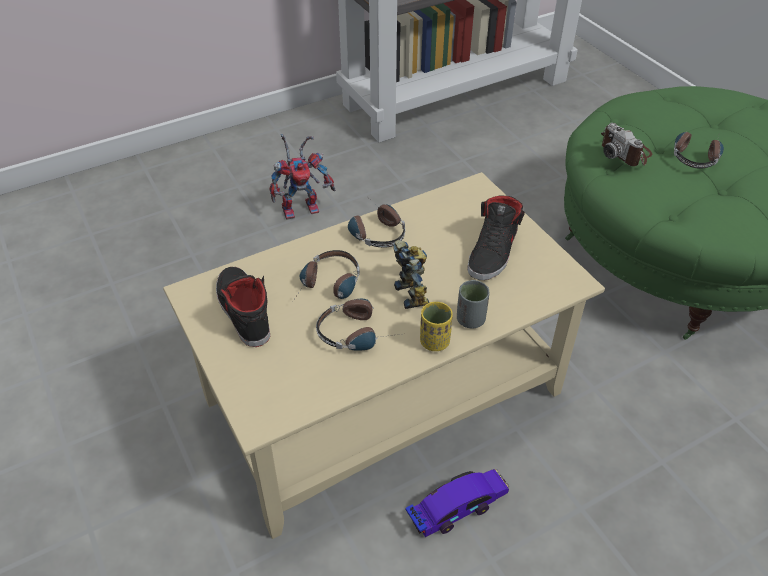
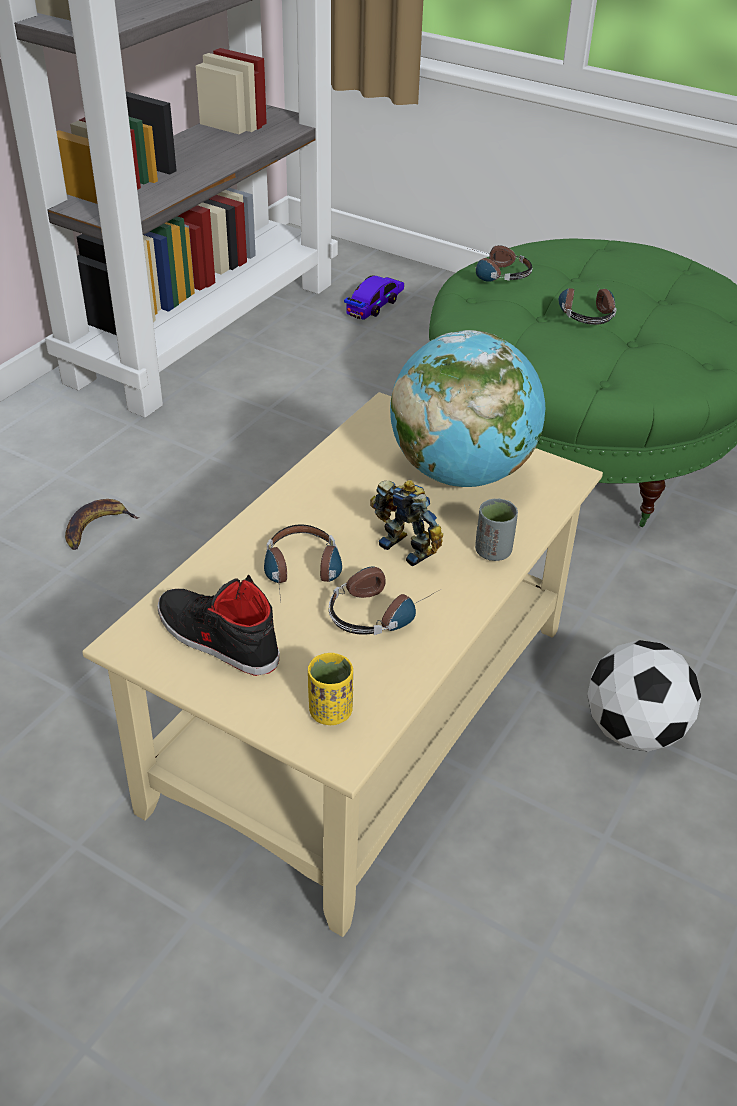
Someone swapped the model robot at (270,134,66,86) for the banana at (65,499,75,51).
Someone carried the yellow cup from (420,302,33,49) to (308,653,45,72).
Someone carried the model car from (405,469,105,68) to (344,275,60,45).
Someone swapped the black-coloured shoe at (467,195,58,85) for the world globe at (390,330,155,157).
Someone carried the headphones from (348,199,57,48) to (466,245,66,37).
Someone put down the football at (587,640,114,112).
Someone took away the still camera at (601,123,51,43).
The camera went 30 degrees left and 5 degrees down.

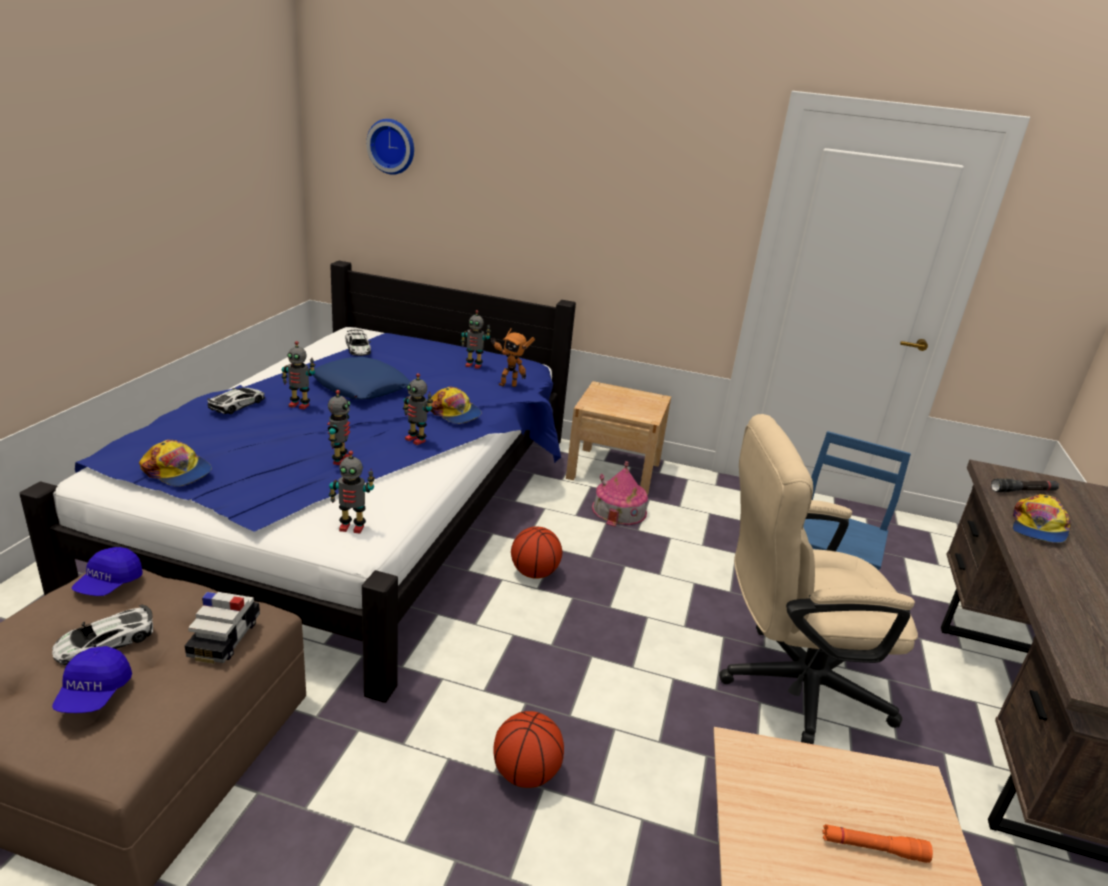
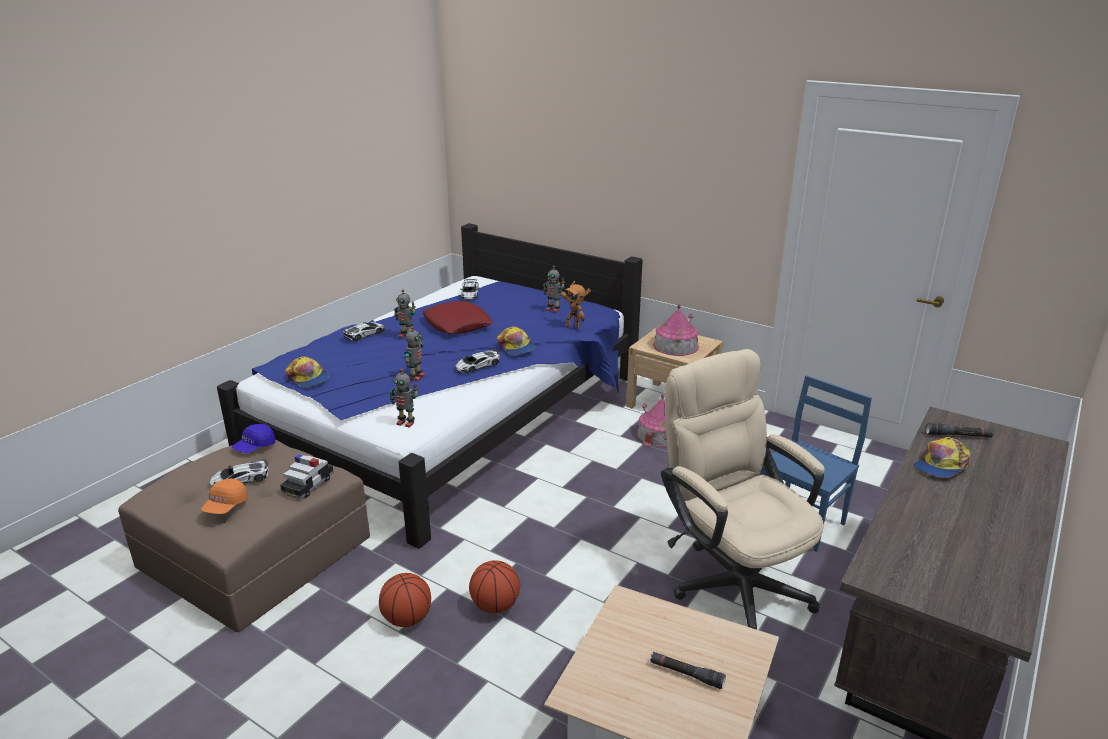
Someone repainted the blue-coloured baseball cap at (52,646,80,67), which became the orange baseball cap at (201,479,47,35).
Someone carried the basketball from (511,526,51,53) to (379,573,52,54).
Someone repainted the blue-coloured pillow at (313,357,97,43), which became the reddish pillow at (423,301,70,33).
Someone swapped the model robot at (403,373,30,72) for the model car at (456,349,44,24).
Someone repainted the orange hand torch at (822,824,111,39), which became the black-coloured hand torch at (650,652,76,37).
Someone put down the model house at (653,304,46,52).
Someone rotated the sand-coloured computer chair at (719,414,199,330) by 45 degrees clockwise.
Someone took away the hanging clock at (366,119,48,56).
The camera went 20 degrees right and 0 degrees up.

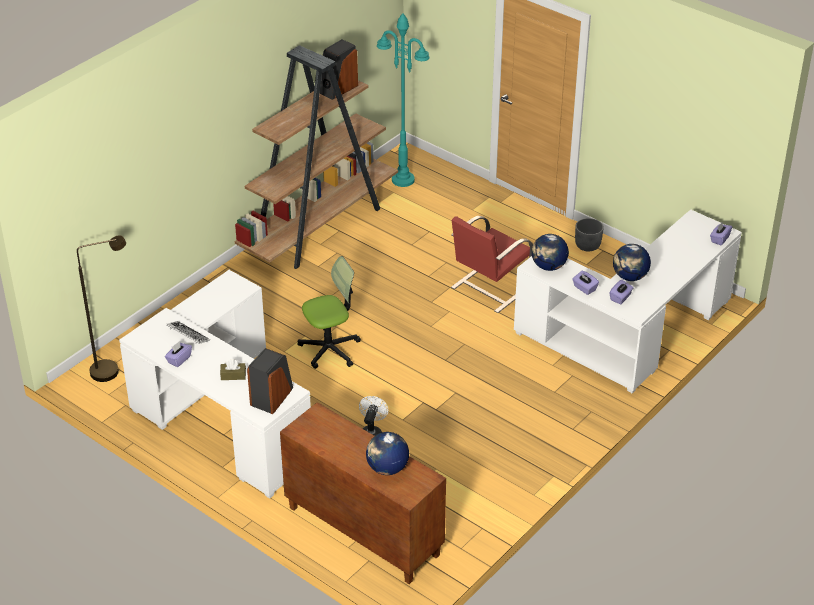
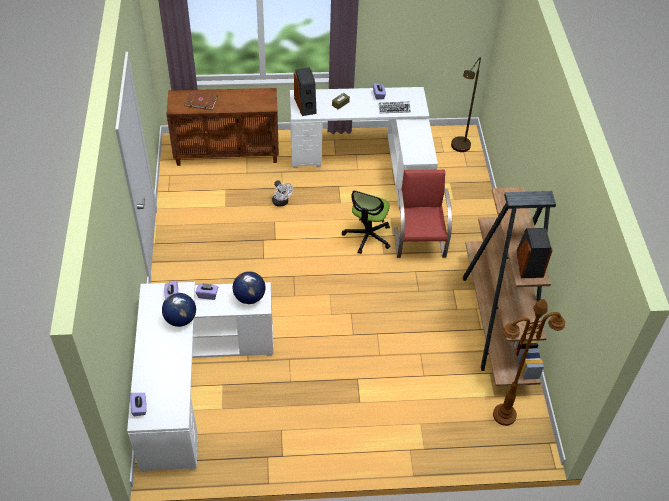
Someone swapped the world globe at (366,432,43,43) for the brownish bound book at (184,91,34,19).
Someone carried the reddish upright chair from (451,216,82,97) to (394,170,58,88).
Someone repainted the turquoise-coloured standing lamp at (377,13,53,174), which became the brownish standing lamp at (493,299,72,127).
Someone took away the greyish plant pot at (575,218,29,33).
The camera went 135 degrees right and 10 degrees up.

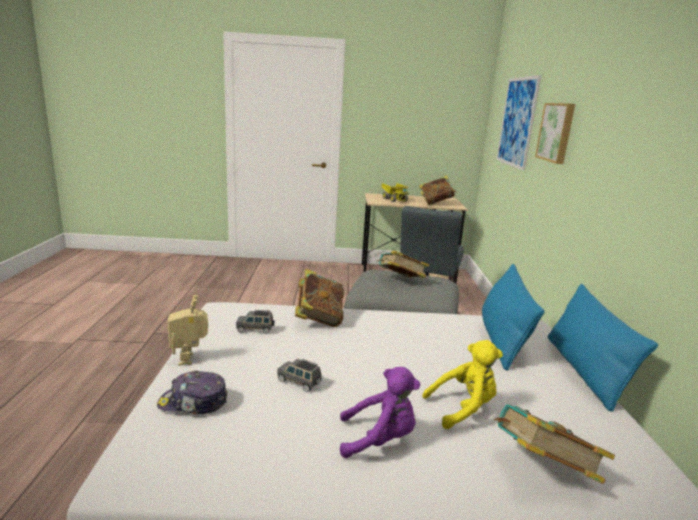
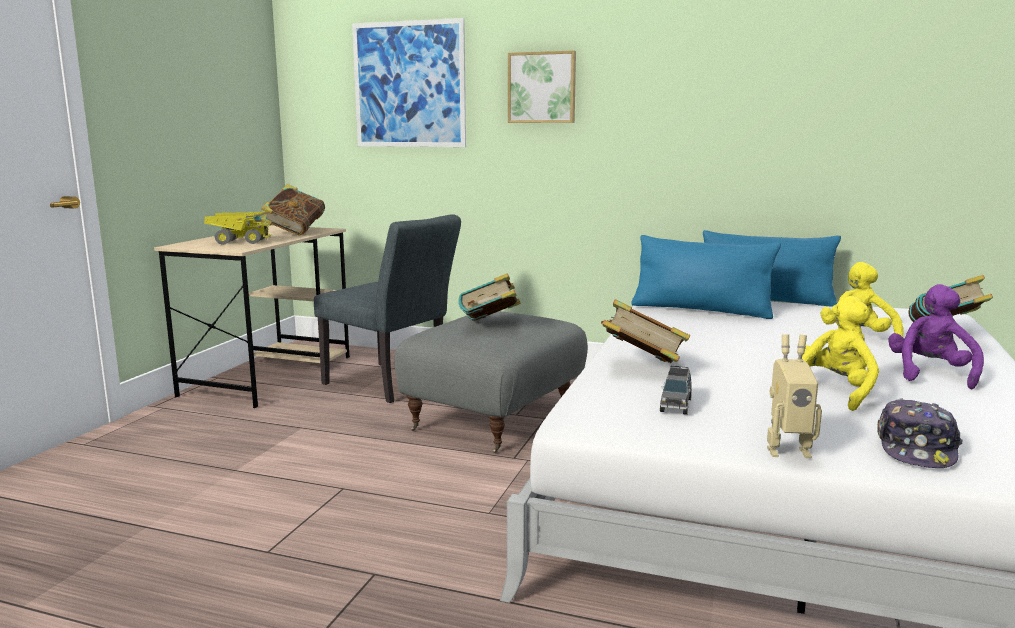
Someone swapped the greyish model car at (277,358,45,34) for the yellow plush toy at (802,296,77,115).
The camera went 70 degrees left and 5 degrees down.

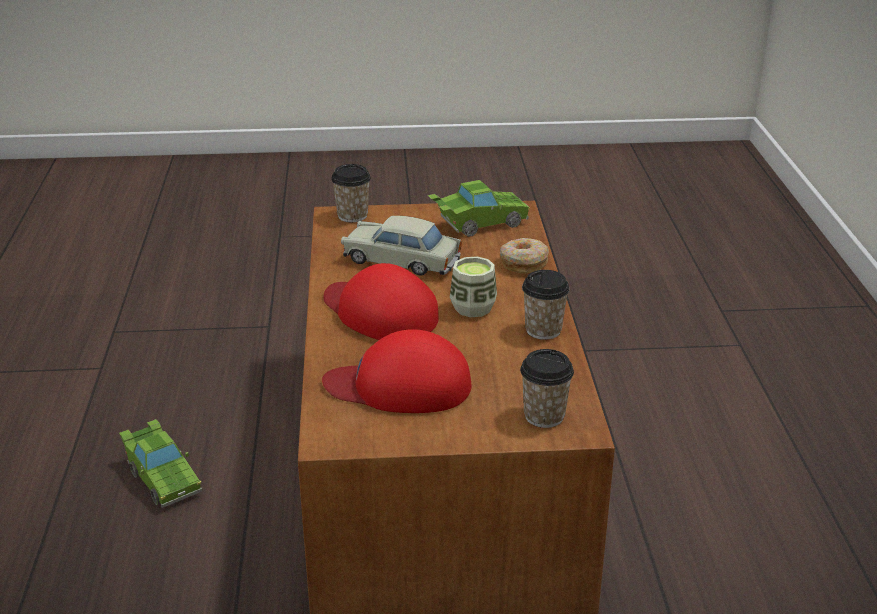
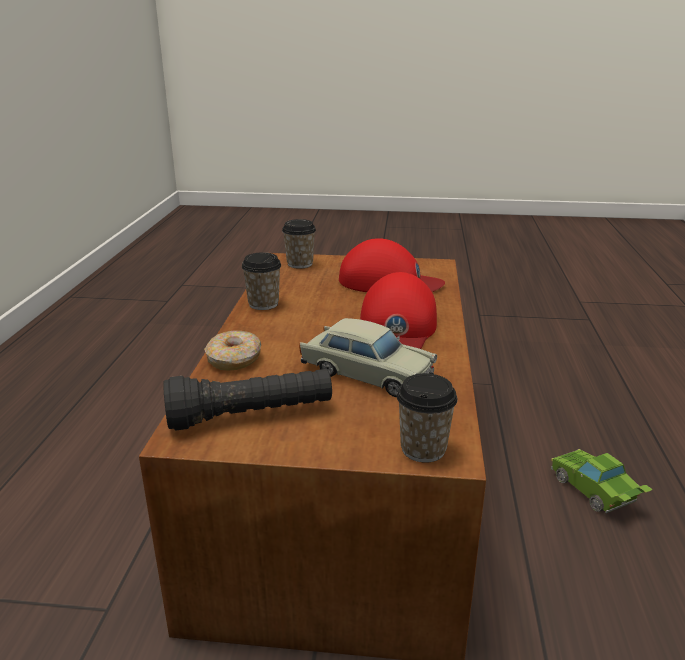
Someone swapped the greenish model car at (428,180,102,57) for the black-coloured hand torch at (163,369,169,61).
Someone rotated the reddish baseball cap at (323,263,116,77) by 45 degrees clockwise.
Someone took away the cup at (450,256,47,61).
The camera went 170 degrees left and 5 degrees down.

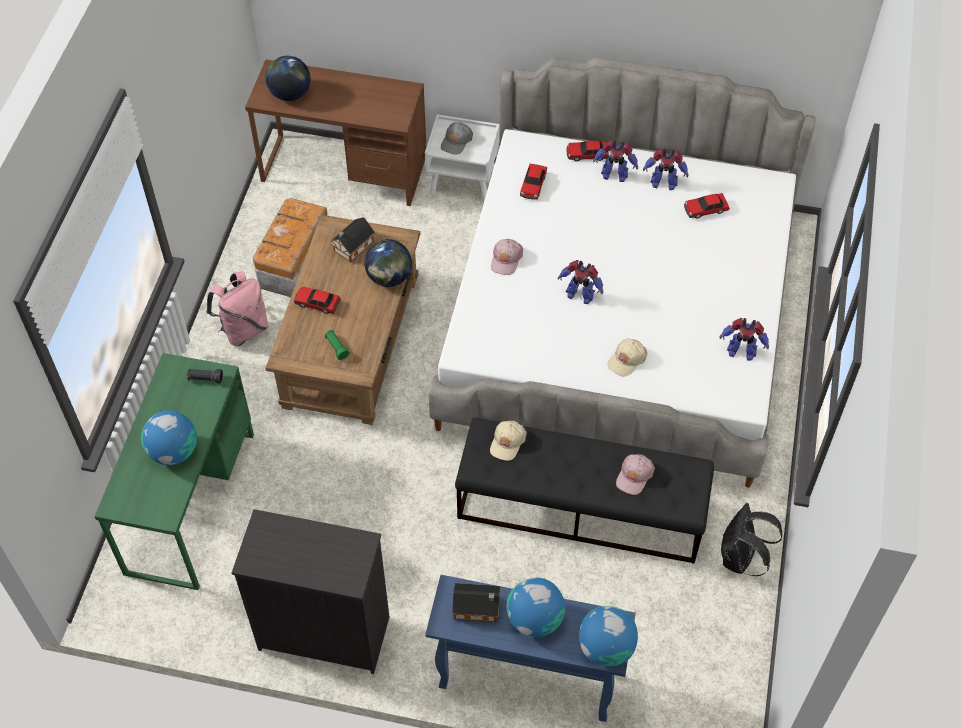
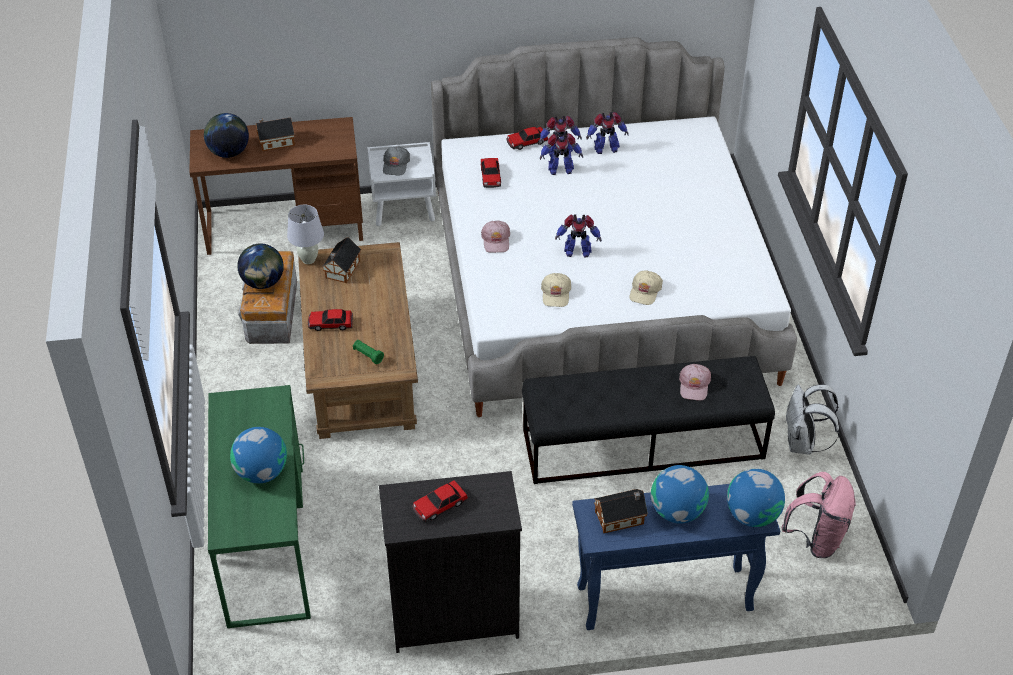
Someone carried the world globe from (364,239,48,48) to (237,243,47,46).
Someone put down the model house at (255,117,40,34).
Someone put down the white-coloured table lamp at (287,205,37,59).
Someone carried the model car from (684,193,45,26) to (412,480,56,42).
Someone carried the model robot from (719,318,50,43) to (540,133,43,42).
Someone carried the sand-coloured baseball cap from (490,421,37,40) to (541,273,30,34).
Someone carried the pink-coloured backpack from (206,271,63,75) to (781,472,75,86).
Someone repainted the black-coloured backpack at (721,503,61,73), which became the white-coloured backpack at (785,384,55,71).
Someone took away the black-coloured hand torch at (187,369,36,14).
The camera went 20 degrees left and 10 degrees down.

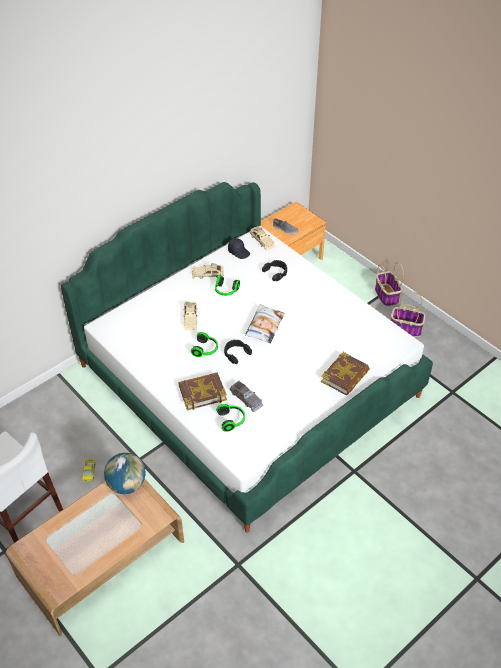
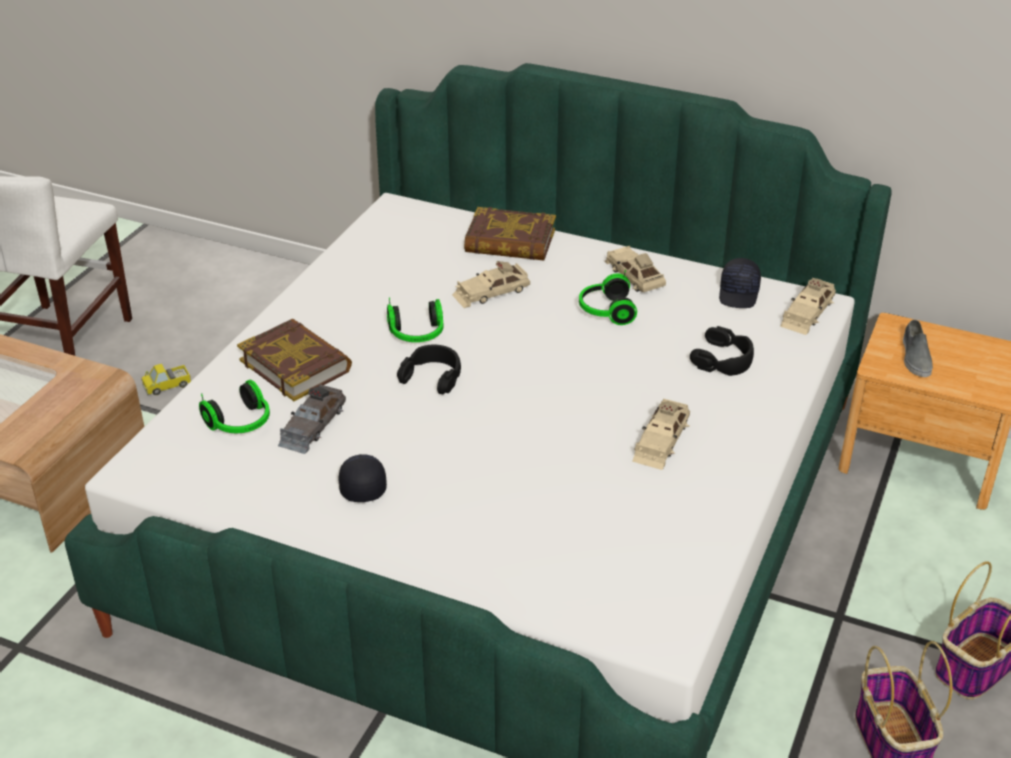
Someone put down the black-coloured baseball cap at (338,454,49,48).
Someone carried the bound book from (321,352,49,43) to (464,207,92,53).
Someone put down the sand-coloured model car at (632,399,58,71).
Someone took away the world globe at (104,453,42,41).
Someone took away the pillow at (245,304,39,40).
The camera went 65 degrees right and 10 degrees down.

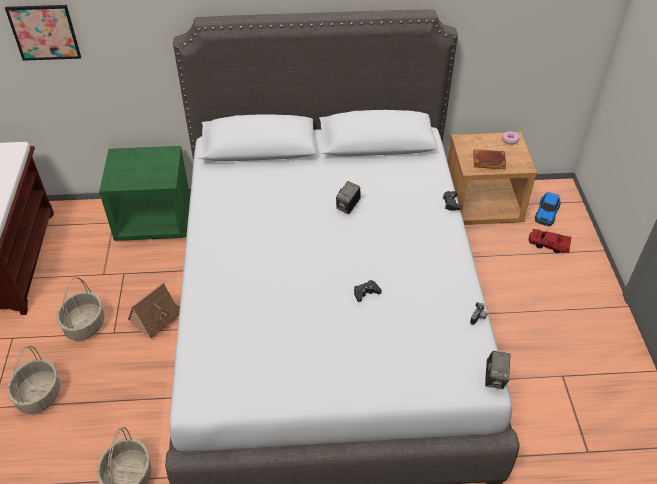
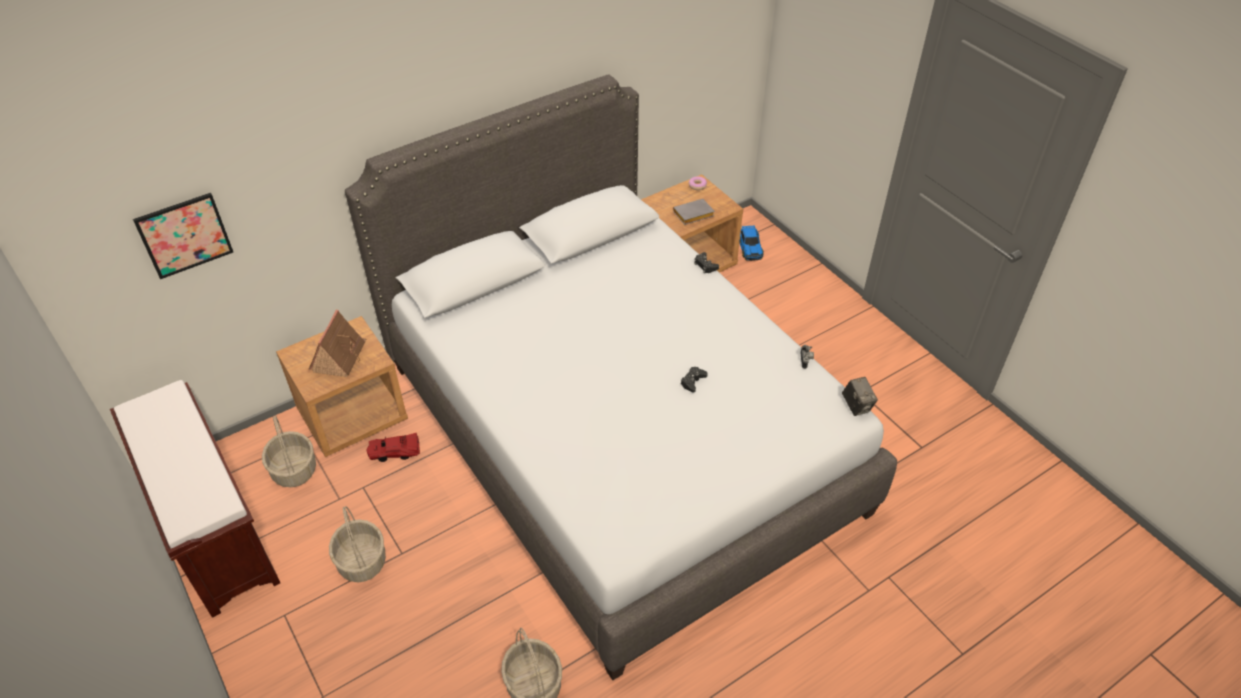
Someone carried the basket from (7,346,53,68) to (262,415,54,72).
Someone repainted the greenish nightstand at (99,146,91,95), which became the brownish nightstand at (276,316,132,141).
Someone carried the model house from (128,282,52,57) to (308,310,58,67).
Someone carried the reddish model car from (529,229,43,24) to (367,433,53,29).
Someone repainted the brownish bound book at (473,149,33,20), which became the greyish bound book at (673,199,42,26).
Someone took away the still camera at (336,181,25,33).
The camera went 30 degrees left and 0 degrees up.

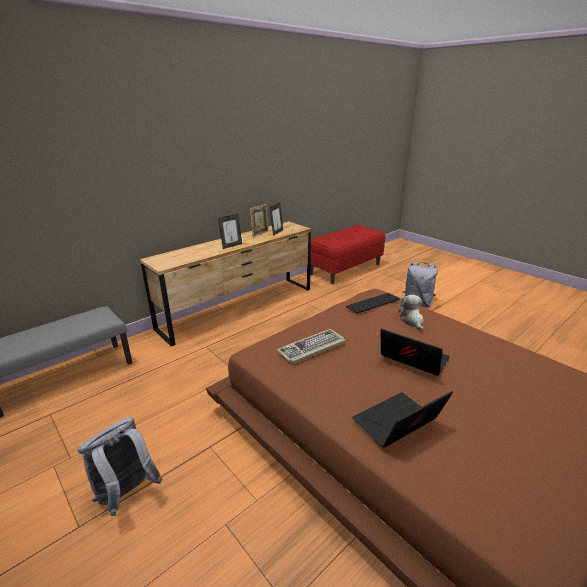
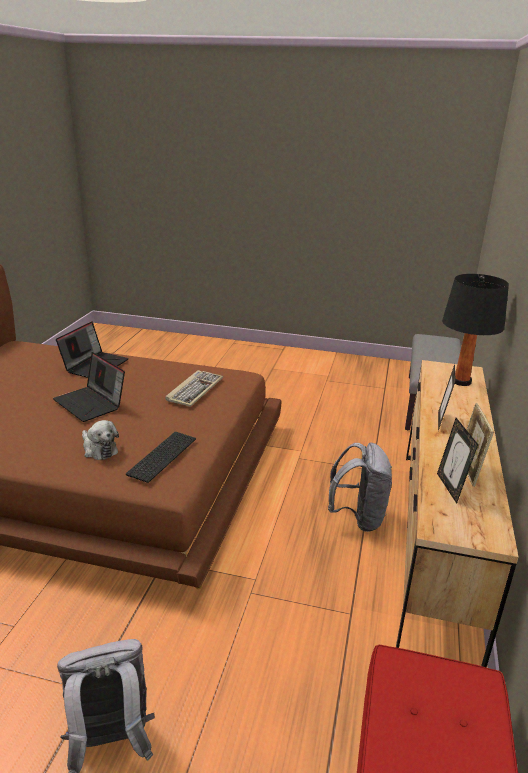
Someone rotated the portable computer at (381,329,69,47) by 45 degrees clockwise.
Someone carried the greyish backpack from (78,417,84,99) to (328,443,64,89).
Someone put down the black-coloured table lamp at (442,274,67,112).
The camera went 145 degrees right and 0 degrees up.

